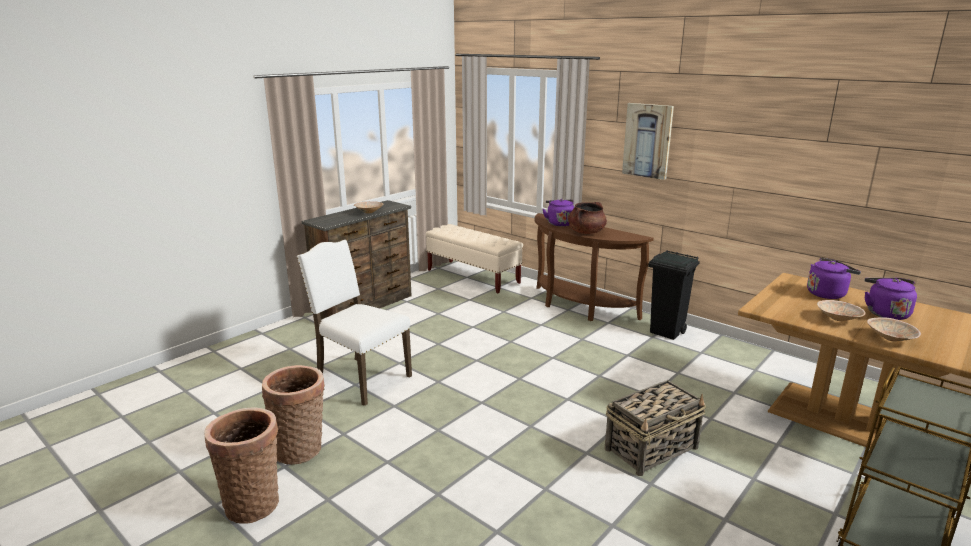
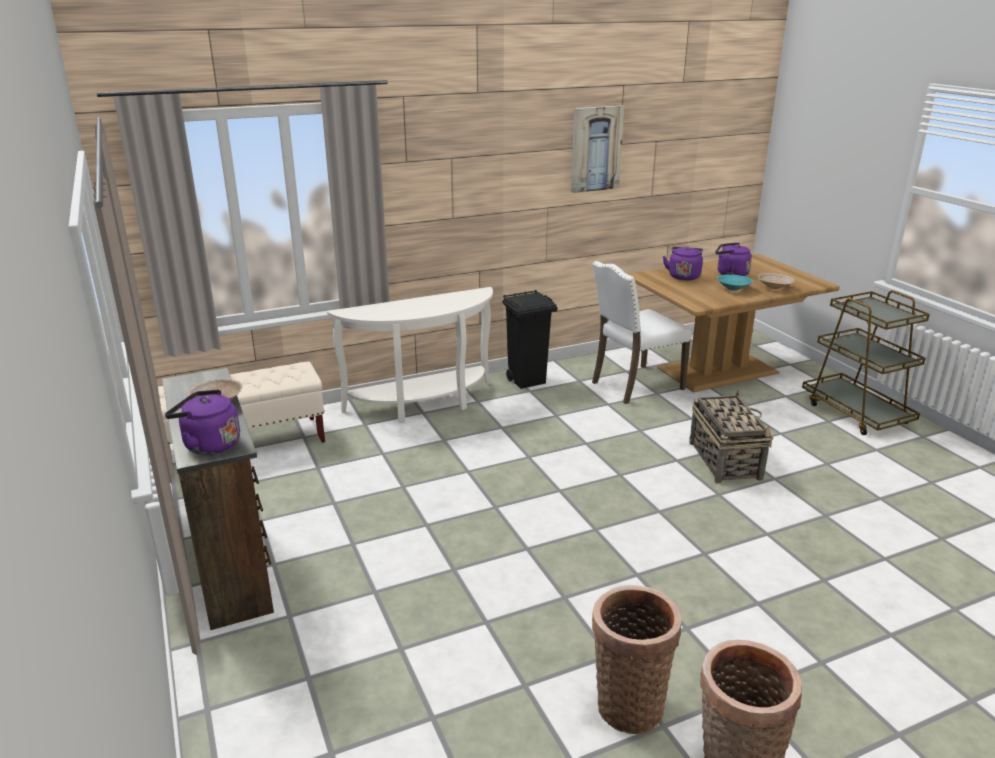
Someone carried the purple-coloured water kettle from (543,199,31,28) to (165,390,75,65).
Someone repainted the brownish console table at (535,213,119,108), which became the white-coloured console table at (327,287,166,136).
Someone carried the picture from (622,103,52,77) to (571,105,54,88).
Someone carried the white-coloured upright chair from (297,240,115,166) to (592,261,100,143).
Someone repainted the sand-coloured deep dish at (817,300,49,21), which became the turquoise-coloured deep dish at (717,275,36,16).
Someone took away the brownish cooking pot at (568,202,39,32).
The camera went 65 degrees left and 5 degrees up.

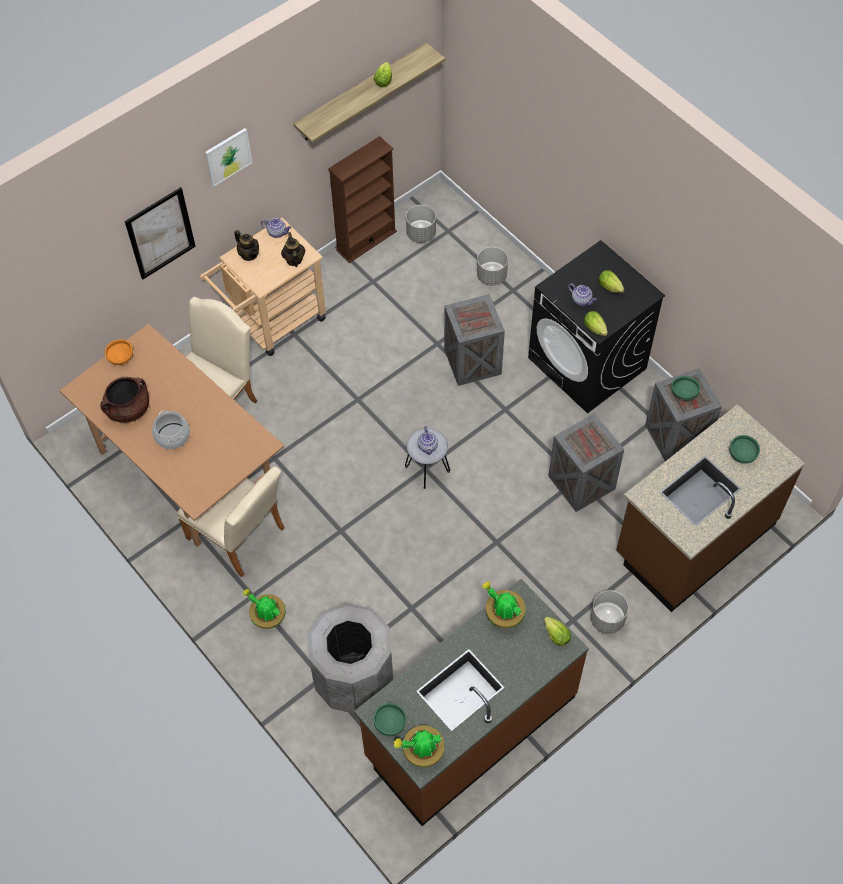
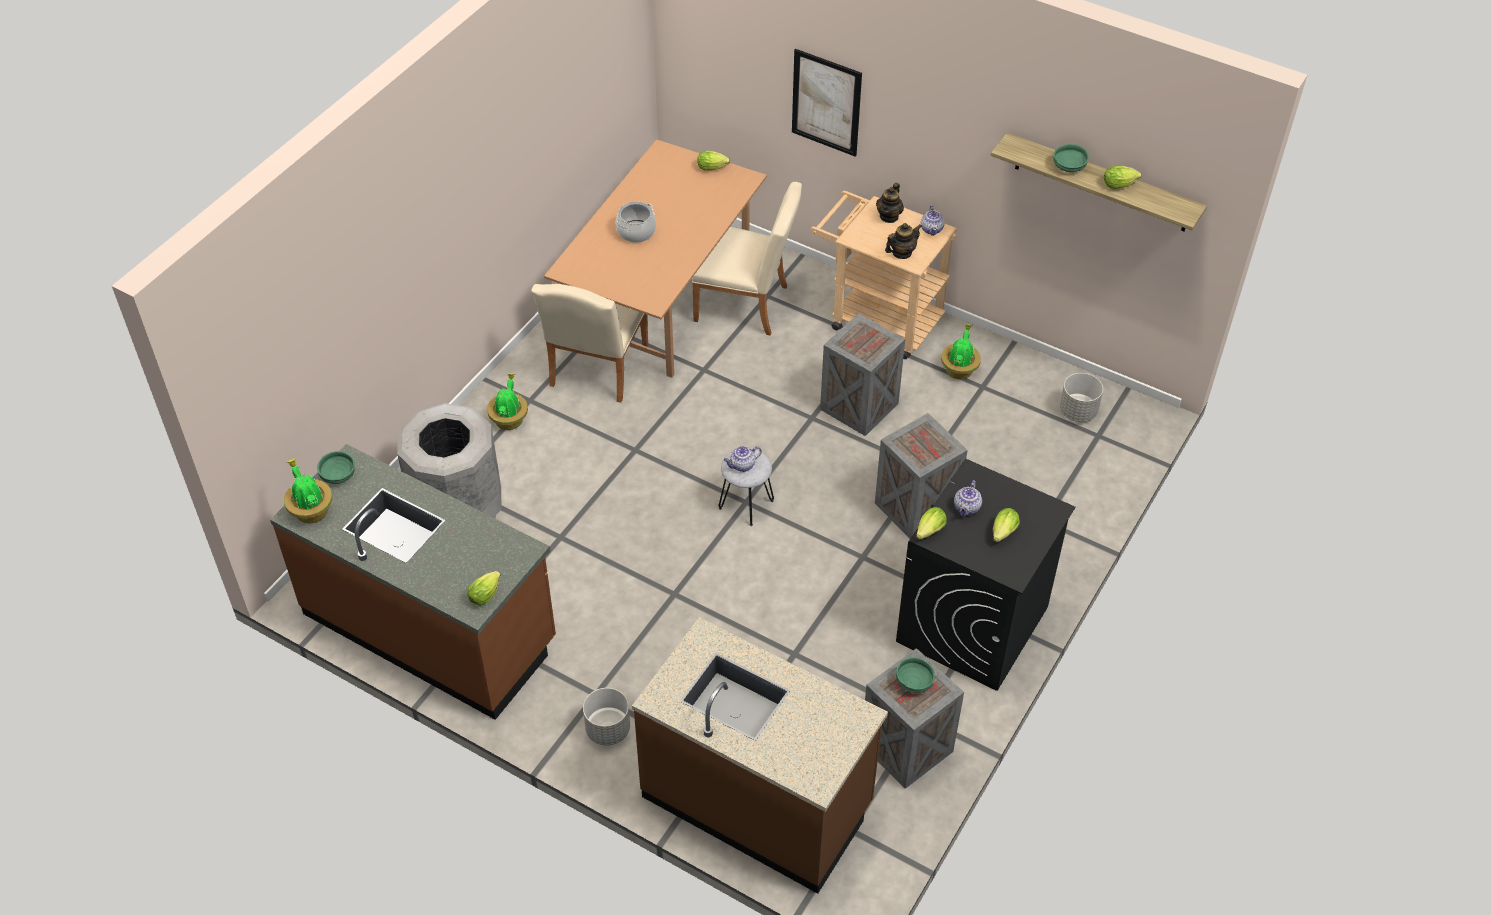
Someone swapped the orange deep dish at (105,339,28,26) for the head of lettuce at (697,151,33,20).
Someone carried the shipping crate from (548,413,76,99) to (820,313,85,123).
Someone carried the houseplant from (482,581,44,47) to (941,324,40,55).
Someone carried the greenish deep dish from (729,435,31,29) to (1053,144,36,28).
Someone took away the brownish cooking pot at (101,377,48,46).
Someone took away the picture at (205,128,47,58).
Someone took away the brownish shelving unit at (328,136,69,127).
Someone took away the greyish plant pot at (477,247,31,39).
The camera went 70 degrees right and 10 degrees down.

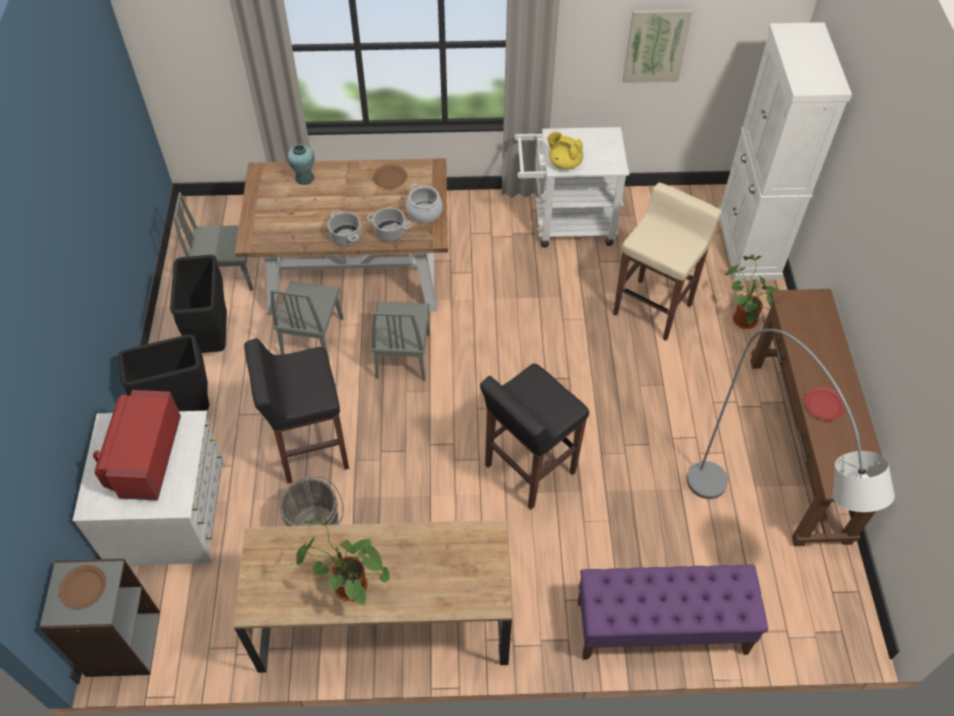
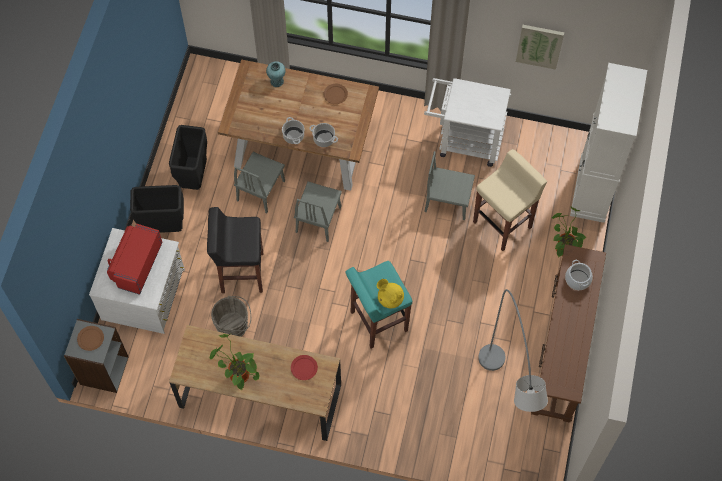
Someone carried the reddish dinner plate from (804,386,42,35) to (291,355,27,25).
Someone repainted the black-coloured stool at (480,363,109,147), which became the turquoise-coloured stool at (345,261,67,87).
Someone carried the yellow tea pot from (547,132,36,38) to (377,279,27,29).
Someone carried the greyish upright chair from (173,192,83,99) to (424,151,51,69).
Someone carried the cooking pot from (406,183,37,40) to (565,260,28,30).
Someone took away the purple-coloured indoor bench at (578,564,190,96).
The camera went 15 degrees right and 10 degrees up.

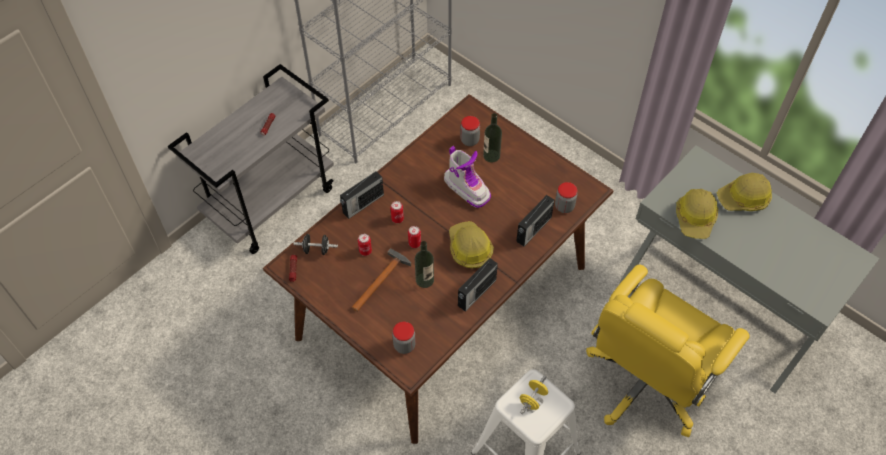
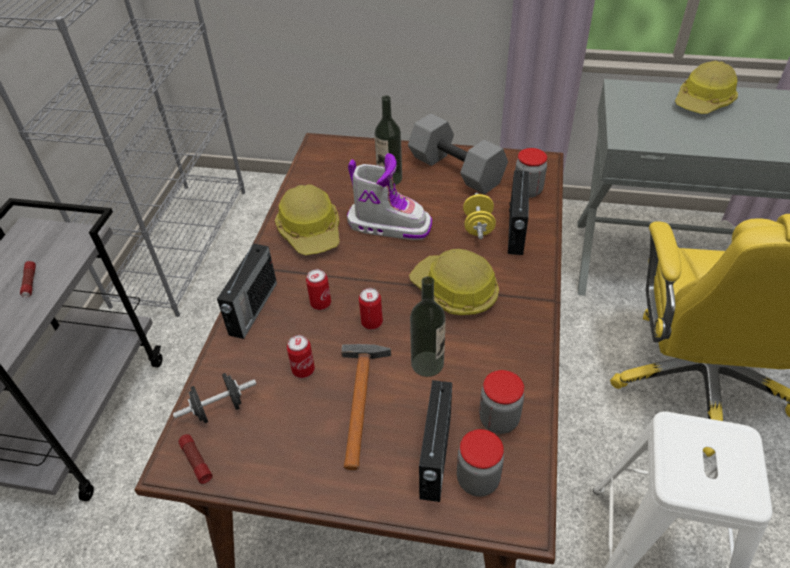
Someone carried the hard hat from (676,189,42,50) to (275,184,65,71).
Someone put down the greyish free weight at (408,113,100,82).
Someone carried the radio set from (458,258,40,54) to (419,380,33,122).
Someone carried the yellow free weight from (520,375,28,39) to (463,193,33,46).
Someone carried the jar from (460,116,20,30) to (479,370,45,64).
The camera went 30 degrees left and 10 degrees down.

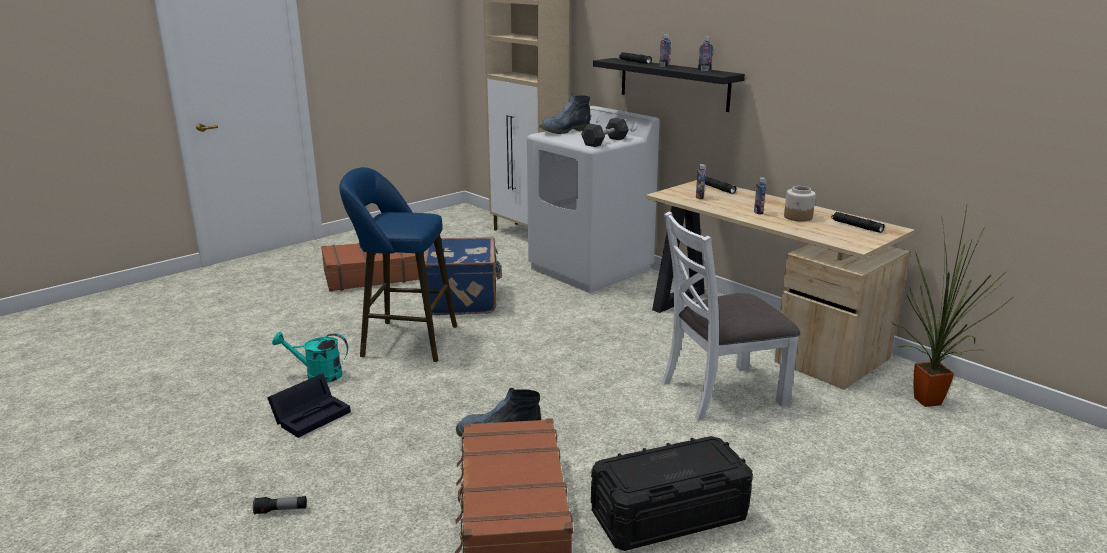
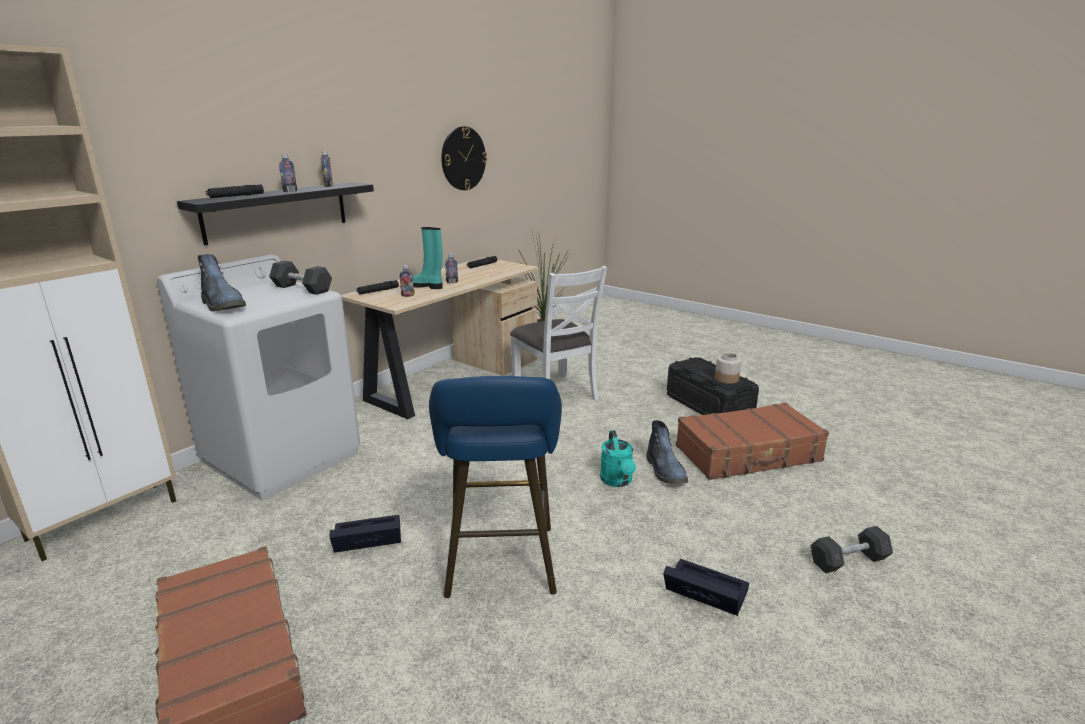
Someone swapped the blue-coloured suitcase at (424,237,78,78) for the black-coloured storage container at (330,515,71,38).
Someone put down the turquoise-coloured high-top boot at (413,227,30,62).
Someone put up the hanging clock at (441,126,46,64).
Someone carried the turquoise-coloured watering can from (272,332,76,51) to (600,430,36,57).
Someone carried the jar from (784,186,32,36) to (715,353,26,31).
Someone swapped the hand torch at (253,496,54,18) for the greyish free weight at (810,526,83,47).
The camera went 100 degrees left and 0 degrees up.

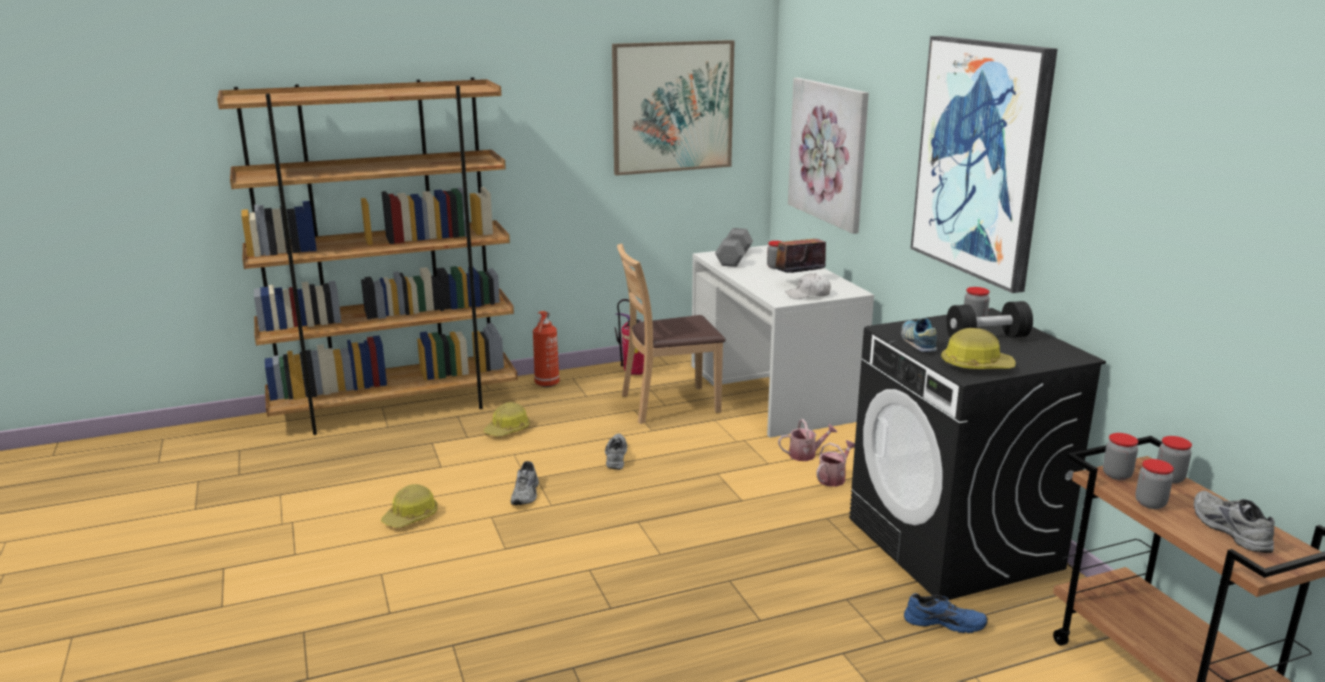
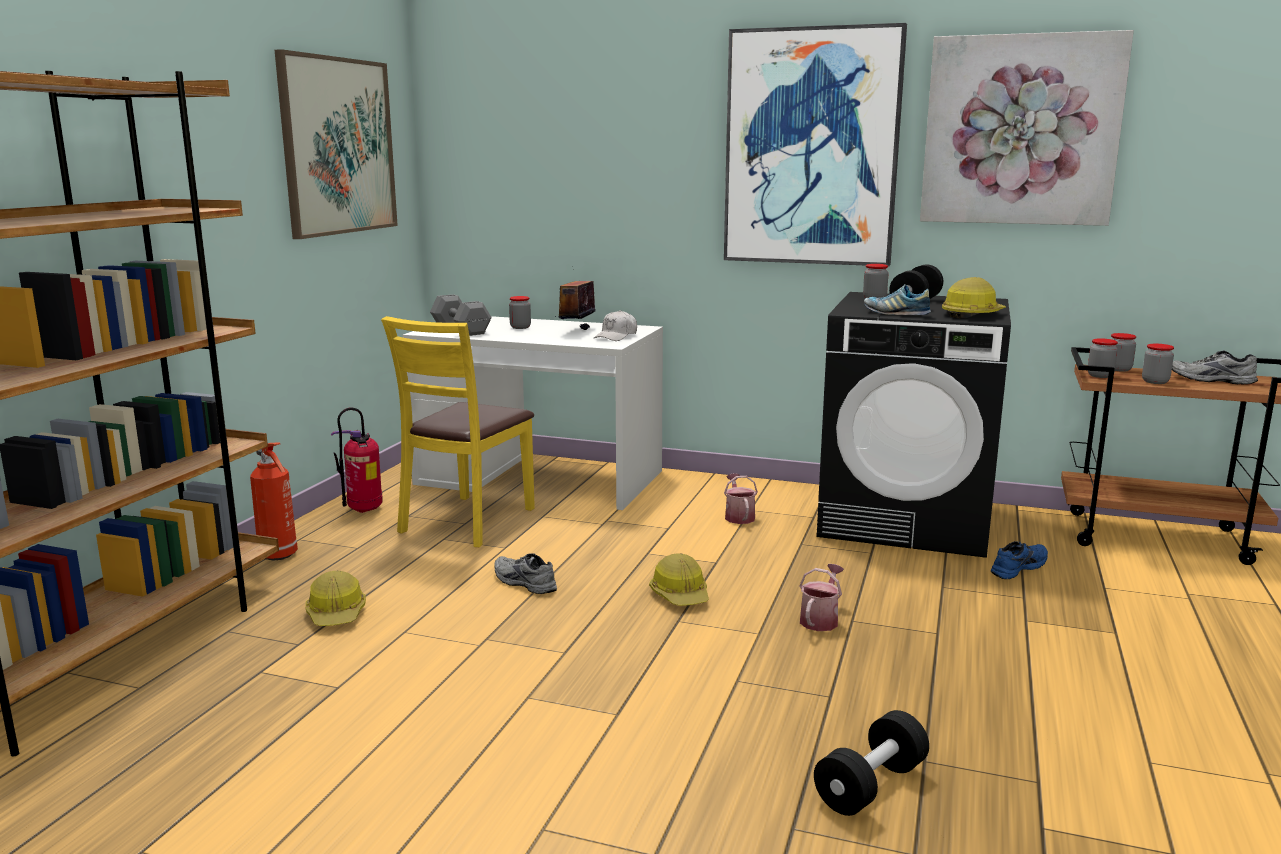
Someone repainted the brownish upright chair at (617,244,109,180), which became the yellow upright chair at (381,316,154,231).
Someone carried the hard hat from (381,484,57,44) to (649,553,60,53).
Someone carried the watering can from (778,419,59,42) to (800,564,44,67).
Someone put down the black-coloured free weight at (814,710,115,106).
Someone carried the picture from (788,78,81,156) to (920,30,214,196).
Someone took away the greyish shoe at (511,461,28,44).
The camera went 50 degrees left and 5 degrees down.

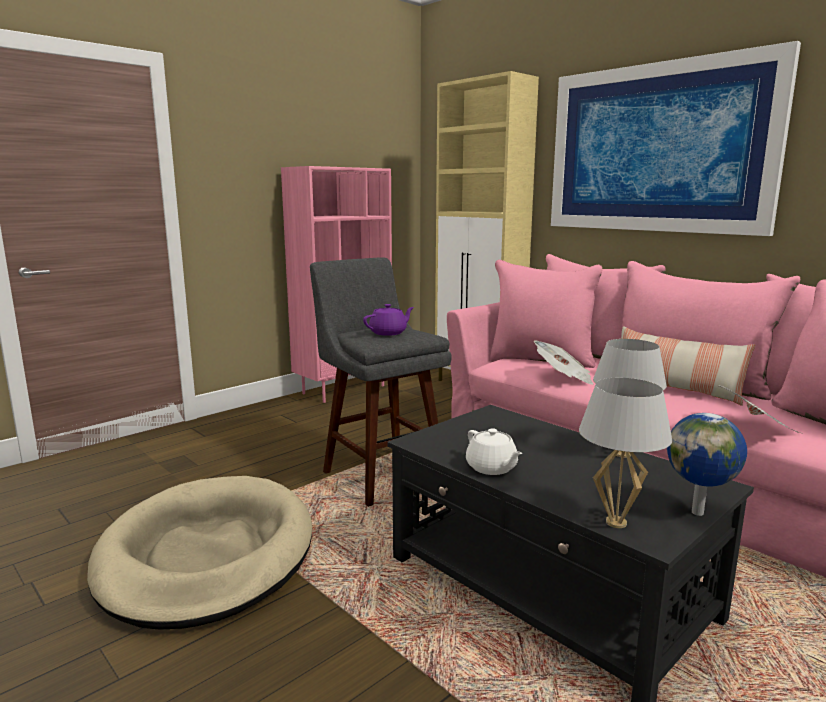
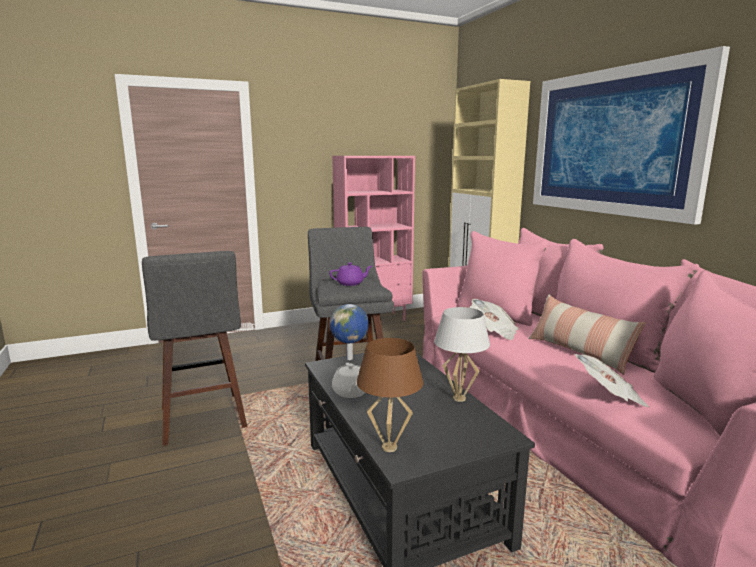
Someone swapped the sand-coloured pet bed at (87,476,225,154) for the greyish stool at (142,251,105,195).
Someone carried the world globe from (667,413,80,103) to (330,304,39,56).
Someone repainted the white-coloured table lamp at (579,378,93,150), which became the brownish table lamp at (357,338,67,114).
The camera went 20 degrees right and 0 degrees up.

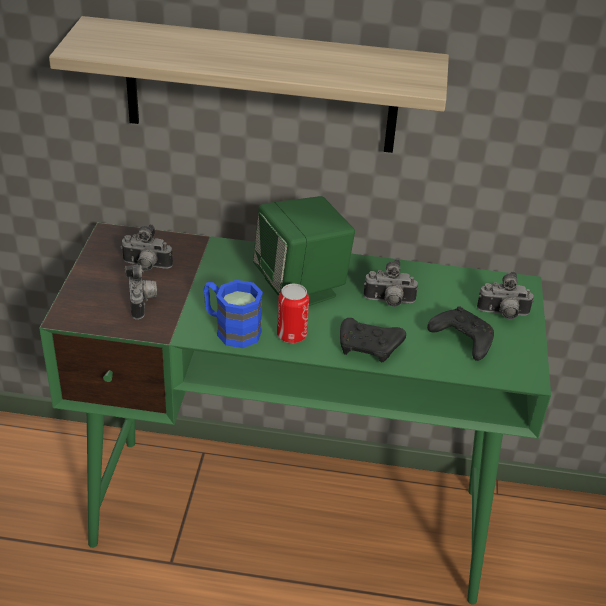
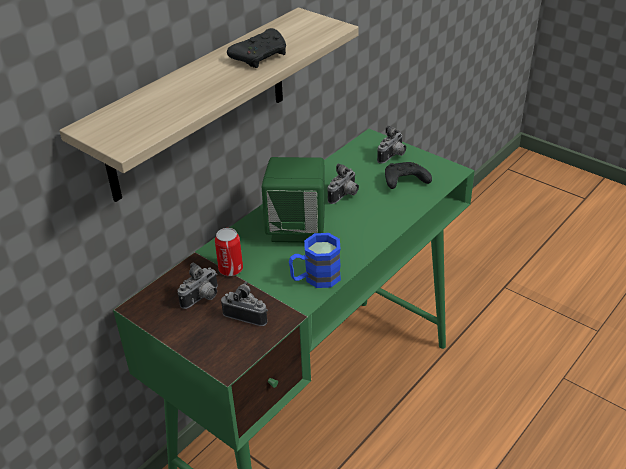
Someone carried the can from (277,284,32,59) to (215,228,28,48).
Someone carried the black-coloured joypad from (340,318,66,44) to (227,28,59,40).
The camera went 55 degrees left and 0 degrees up.

